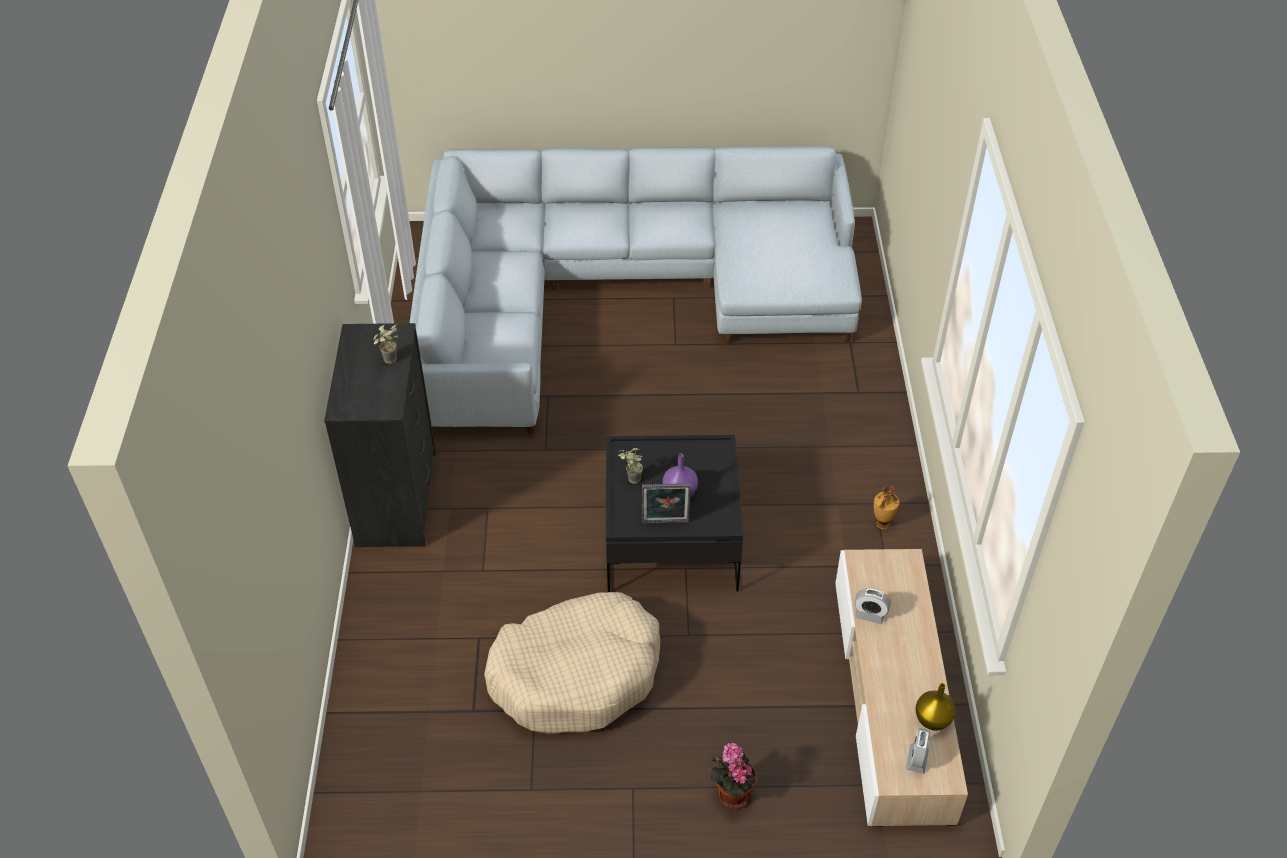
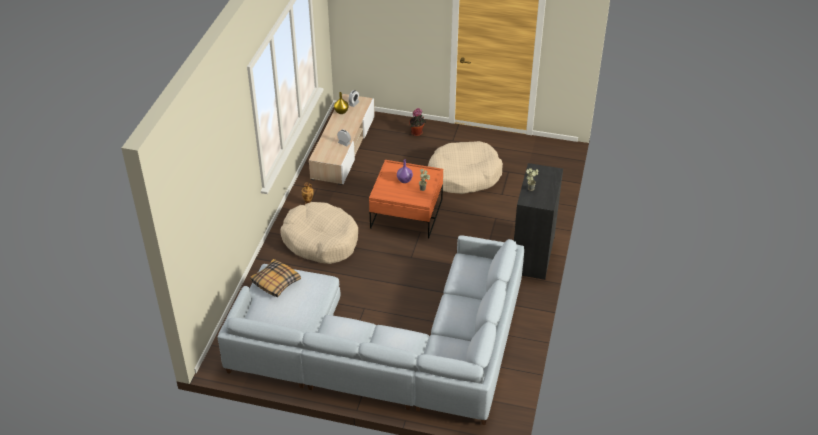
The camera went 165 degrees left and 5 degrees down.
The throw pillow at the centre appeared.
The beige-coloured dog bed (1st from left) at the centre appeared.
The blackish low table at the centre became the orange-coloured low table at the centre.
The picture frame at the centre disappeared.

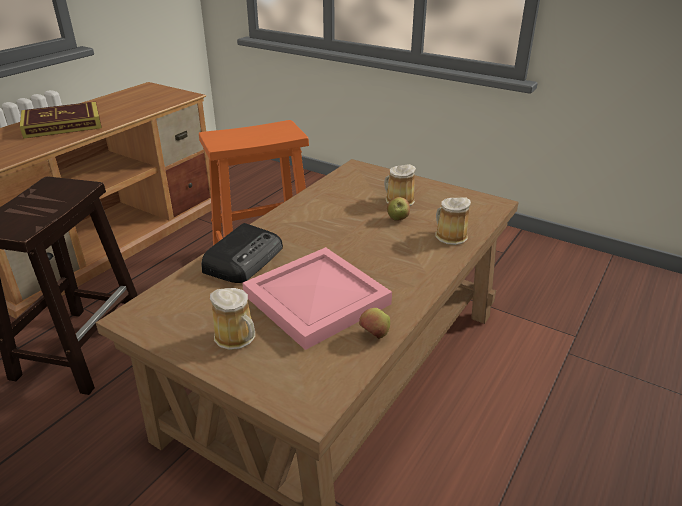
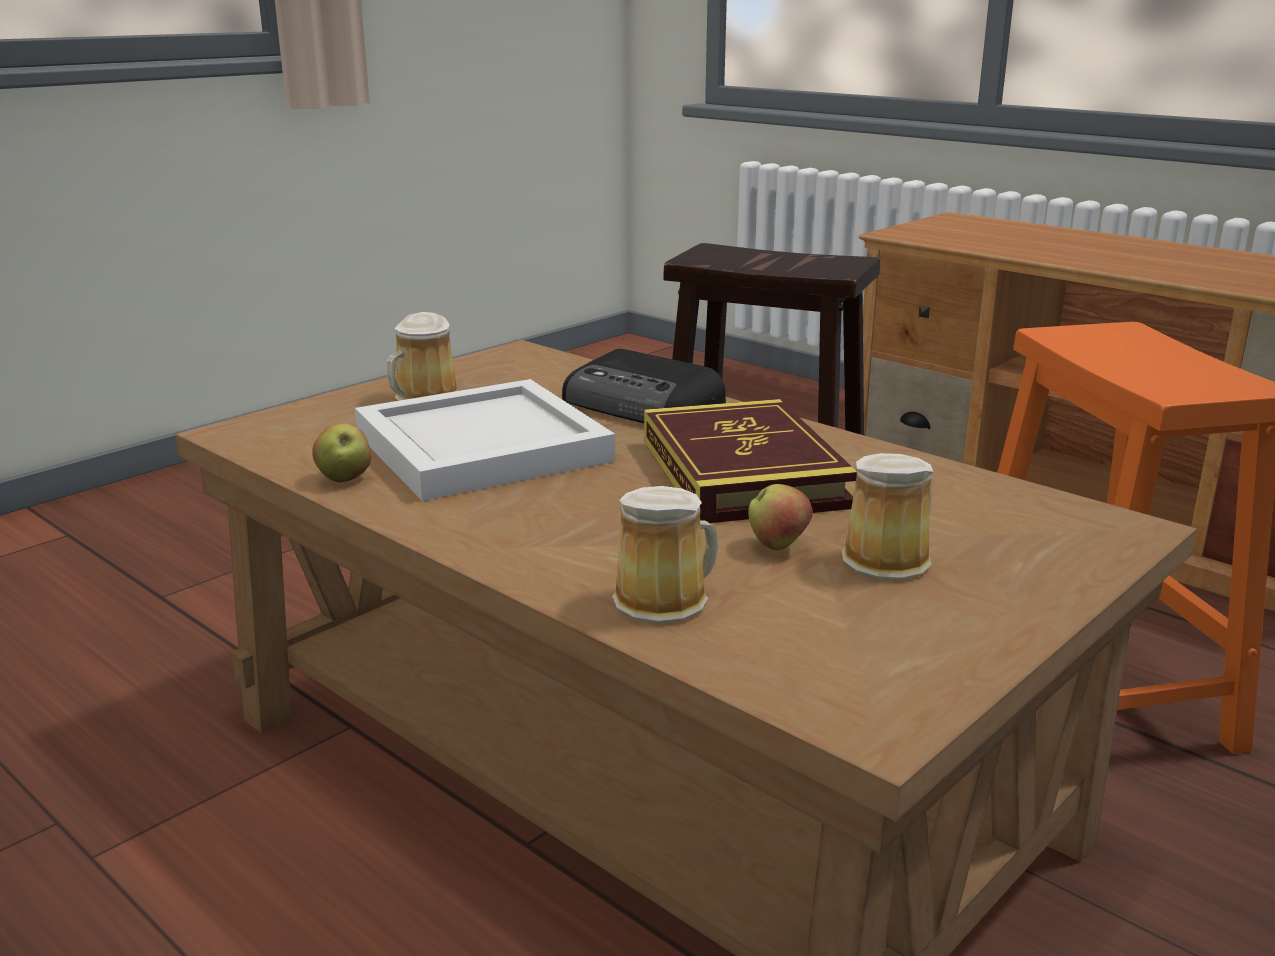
The camera went 100 degrees right and 10 degrees down.
The pink carrying tray at the centre became the white-coloured carrying tray at the centre.
The book moved from the top left to the centre.

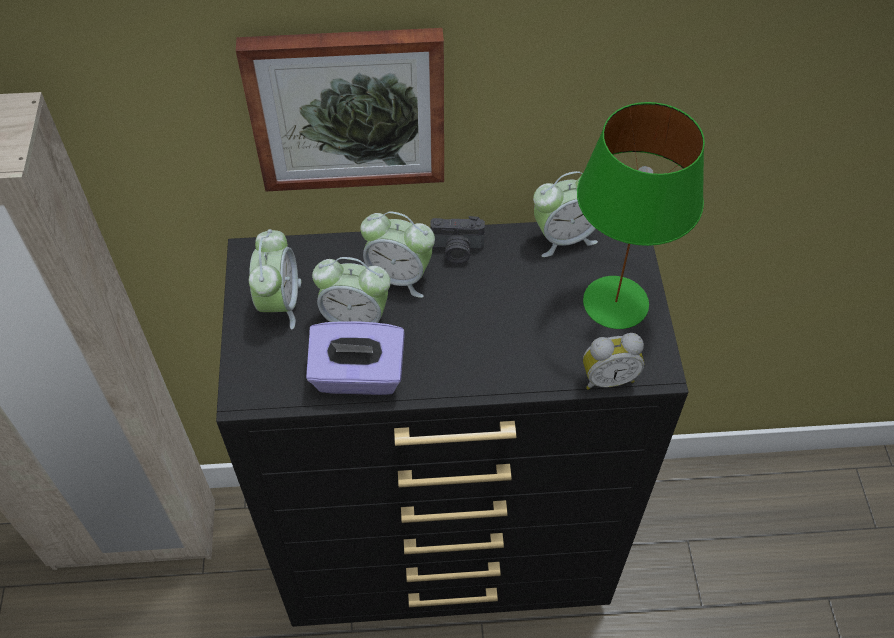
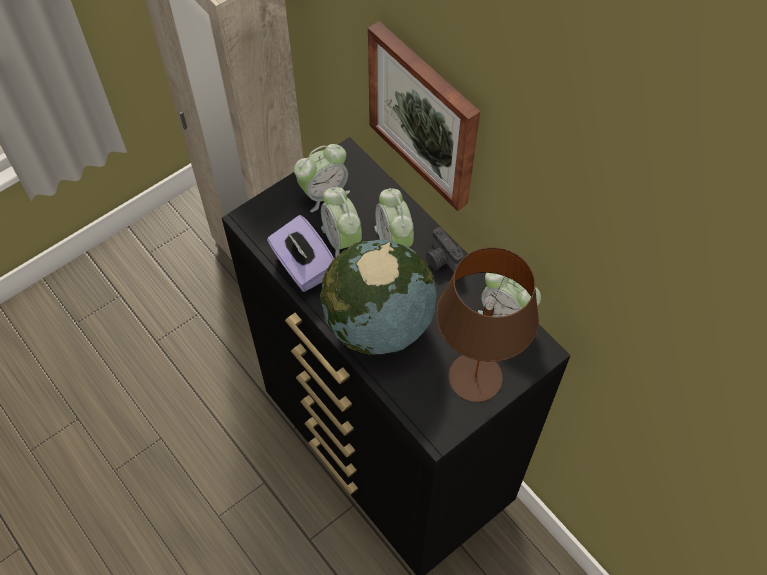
The camera went 55 degrees right and 5 degrees up.
The desk globe at the centre appeared.
The green table lamp at the middle right became the brown table lamp at the centre.
The bedside clock (5th from left) at the middle right disappeared.

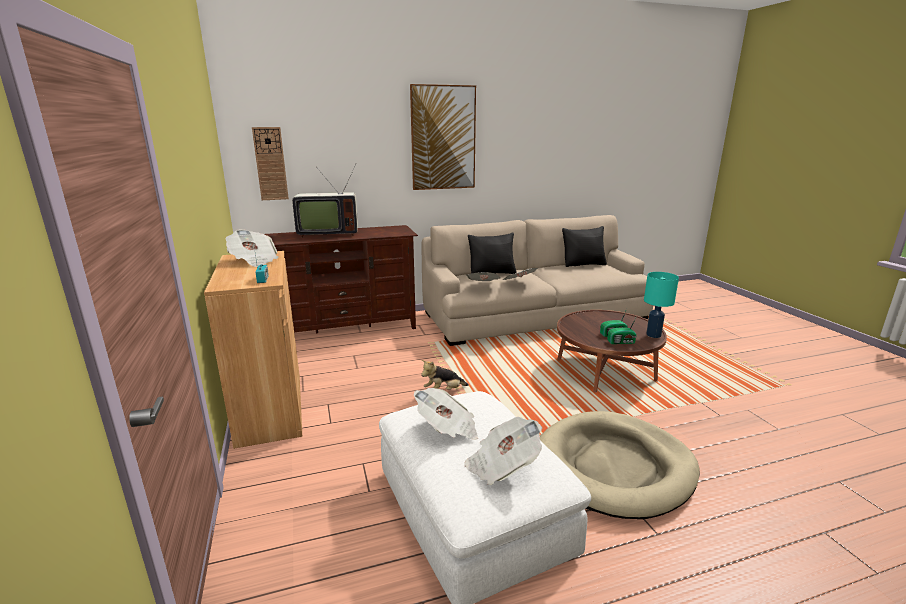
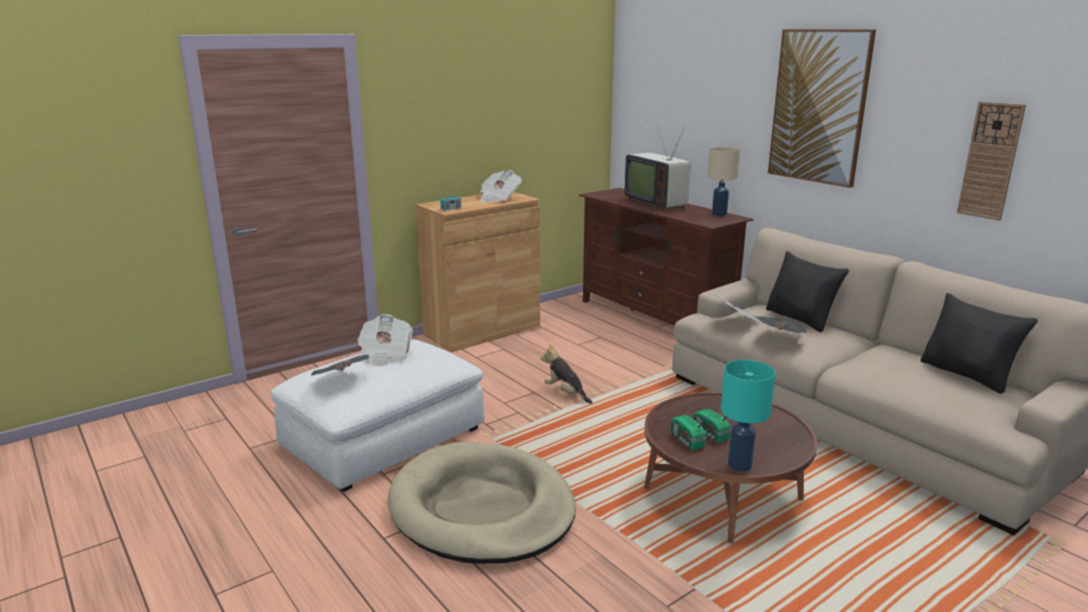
The camera went 70 degrees right and 0 degrees up.
The beige-coloured table lamp at the top centre appeared.
The hanging clock moved from the top left to the top right.

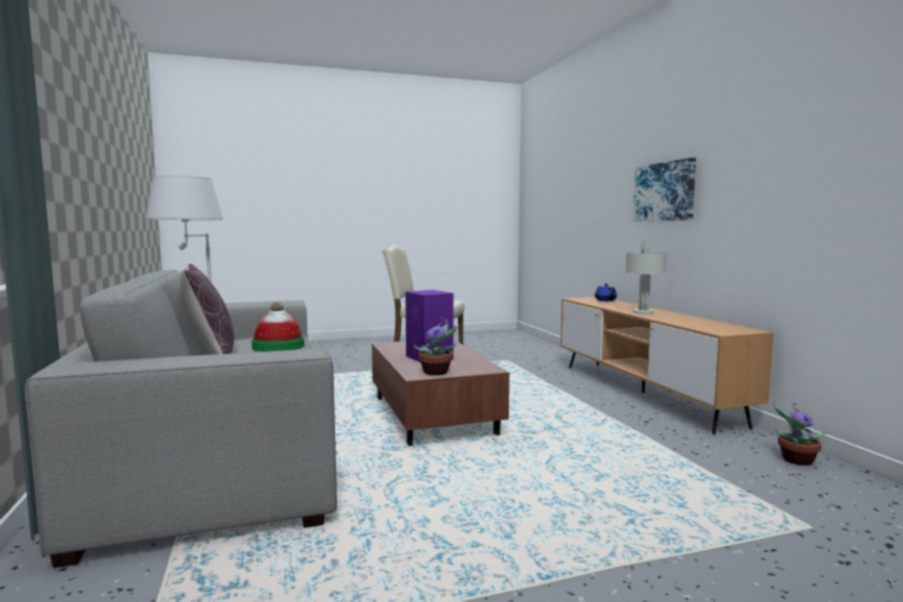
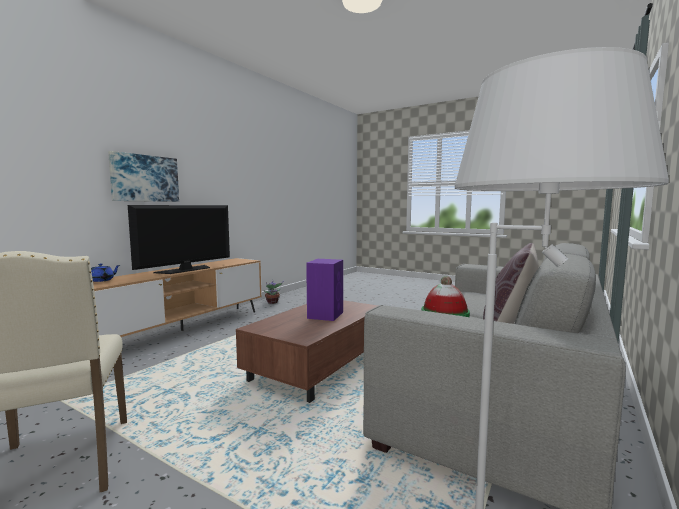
The camera went 130 degrees left and 0 degrees up.
The gray table lamp at the middle right was replaced by the television at the middle left.
The potted plant (1st from left) at the centre disappeared.

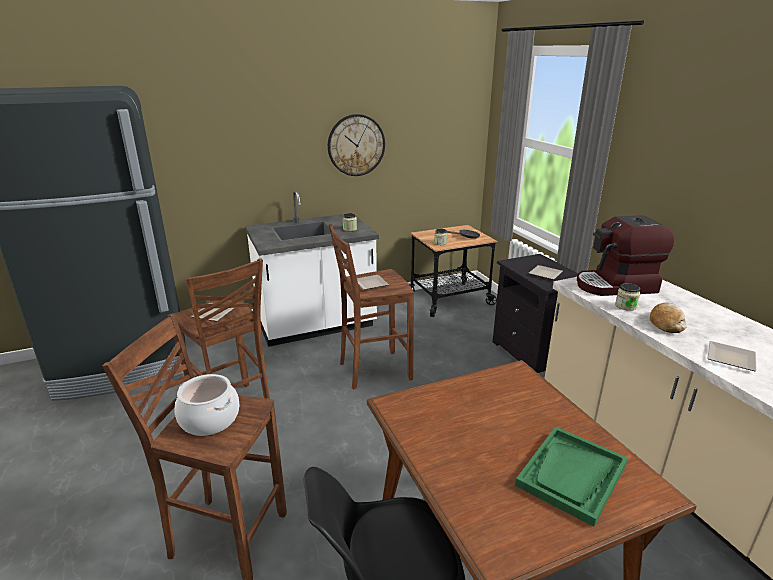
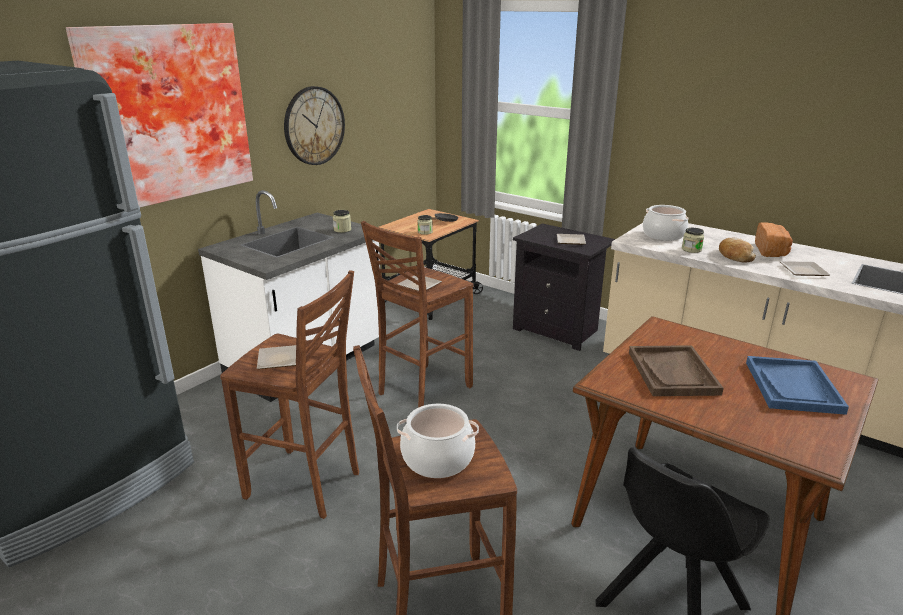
The camera went 30 degrees left and 0 degrees up.
The wall picture at the top left appeared.
The brown carrying tray at the middle right appeared.
The coffee maker at the middle right was replaced by the saucepot (2nd from left) at the middle right.
The green carrying tray at the bottom right became the blue-coloured carrying tray at the middle right.
The bakery bread (2nd from left) at the middle right appeared.

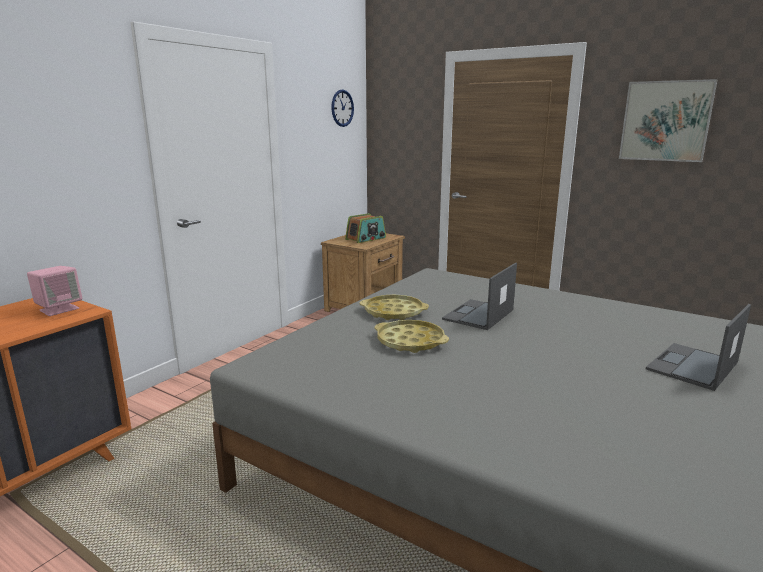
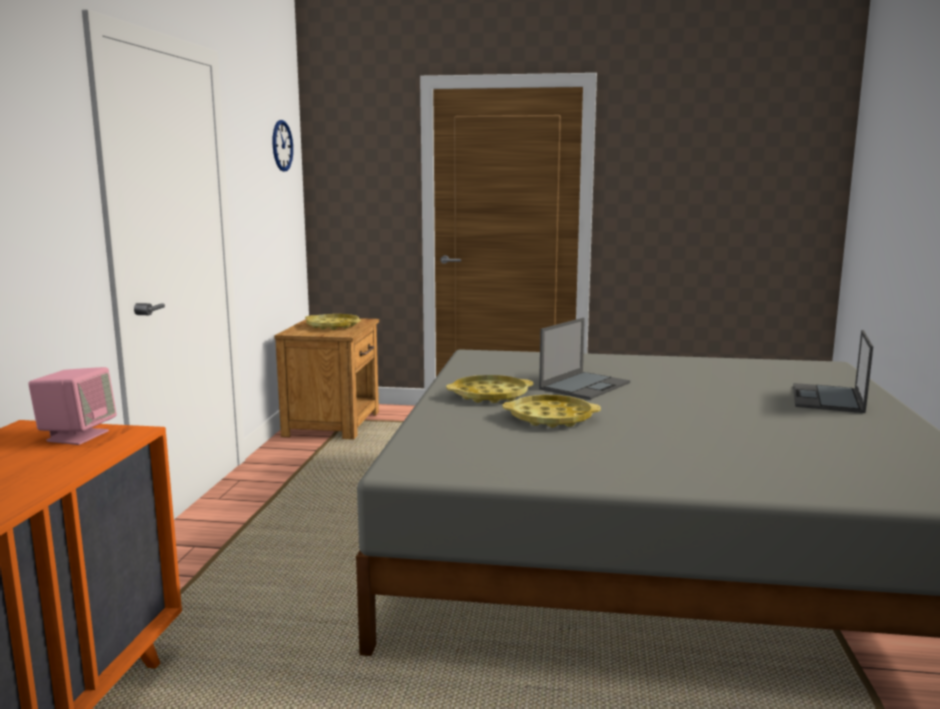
The camera went 25 degrees left and 5 degrees down.
The radio set at the centre was replaced by the yellow-coloured carrying tray (1st from left) at the centre.
The laptop (1st from left) at the centre turned 150 degrees counterclockwise.
The wall picture at the top right disappeared.

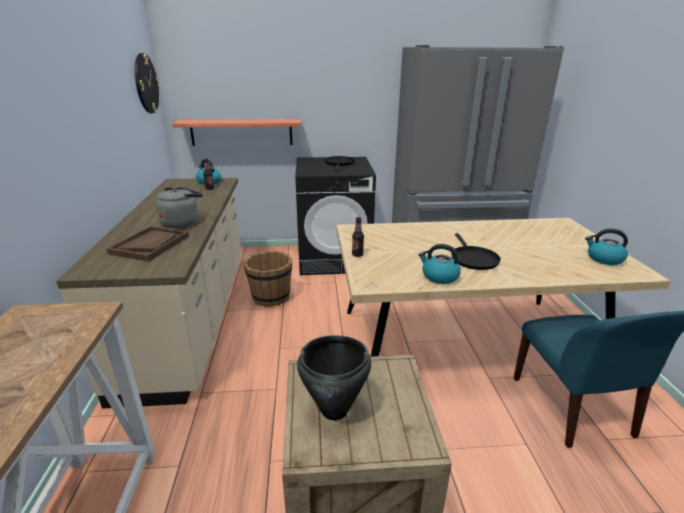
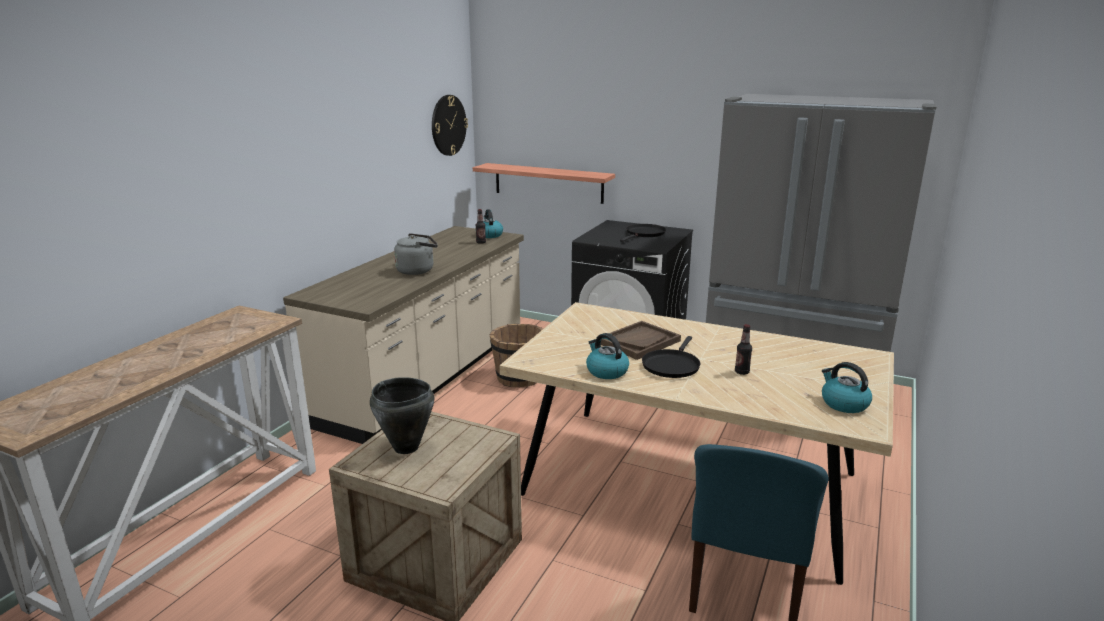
The camera went 30 degrees right and 5 degrees down.
The brown carrying tray moved from the middle left to the centre.
The beverage bottle (2nd from left) moved from the centre to the middle right.

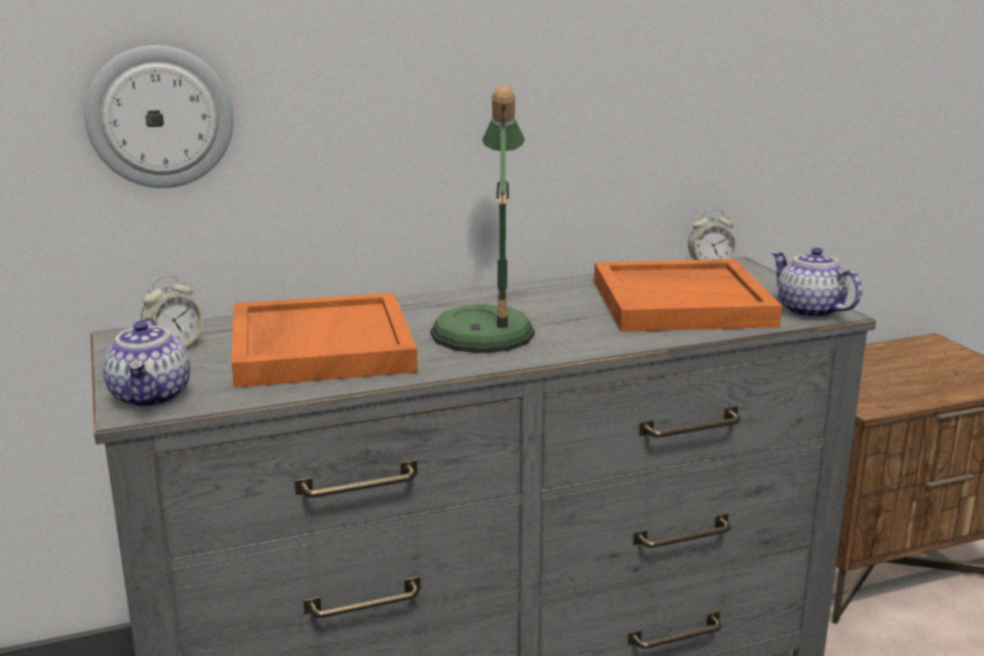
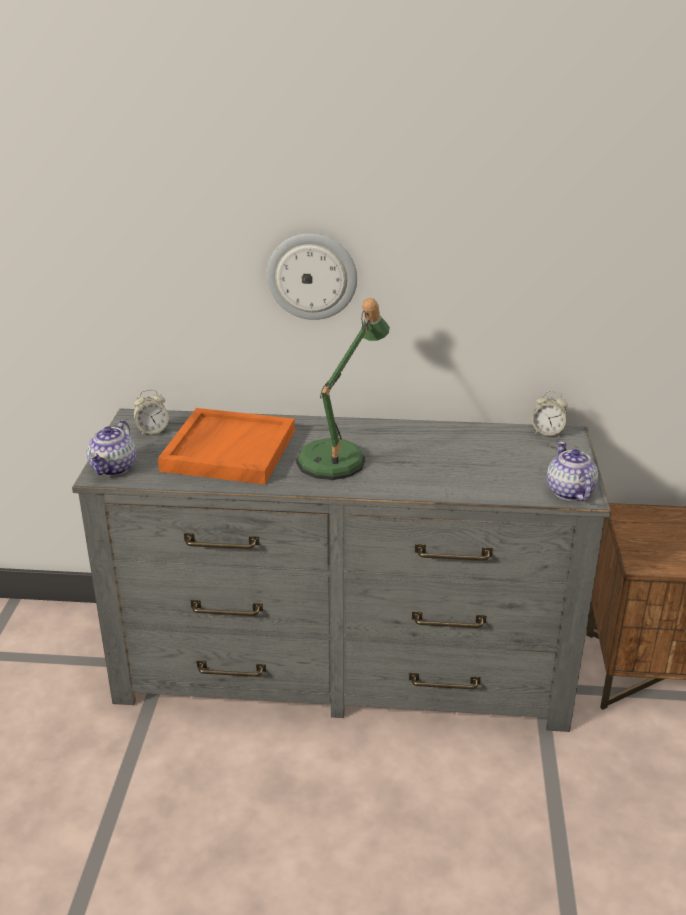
The camera went 25 degrees right and 10 degrees up.
The hanging clock moved from the top left to the top centre.
The orange-coloured carrying tray (2nd from left) at the middle right disappeared.

